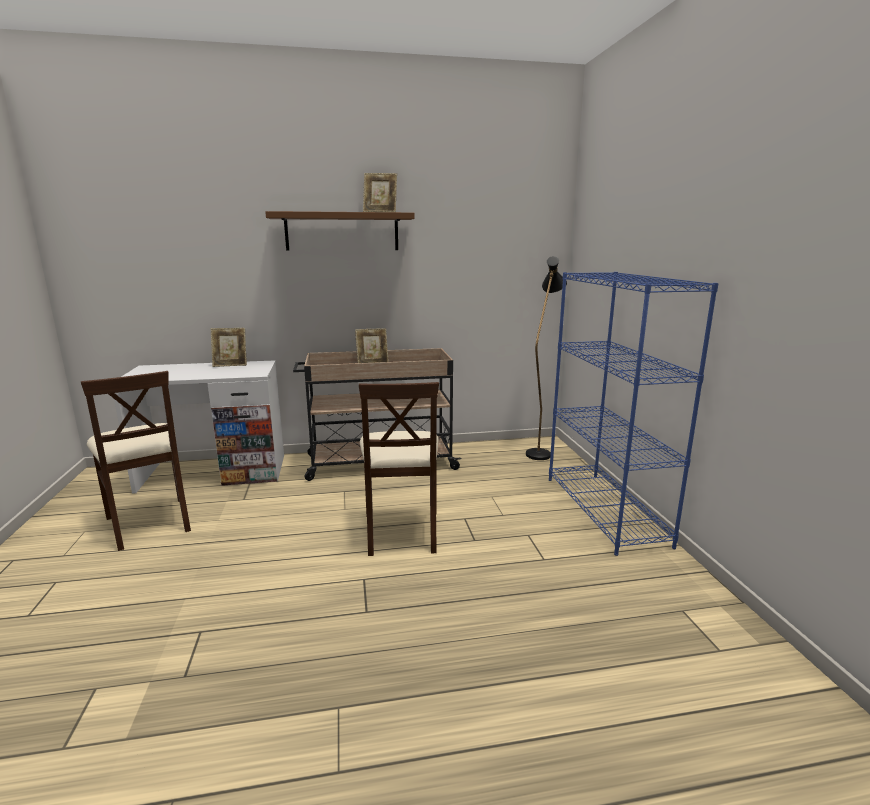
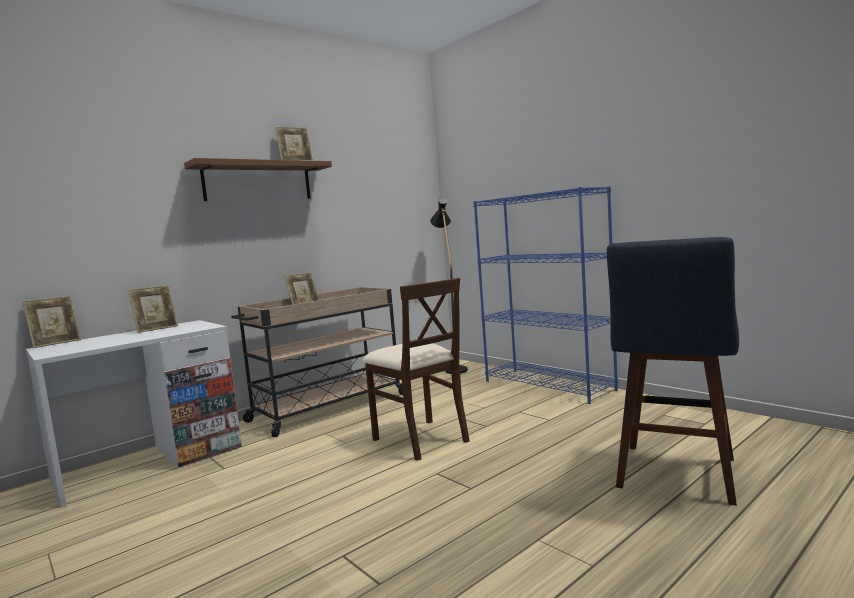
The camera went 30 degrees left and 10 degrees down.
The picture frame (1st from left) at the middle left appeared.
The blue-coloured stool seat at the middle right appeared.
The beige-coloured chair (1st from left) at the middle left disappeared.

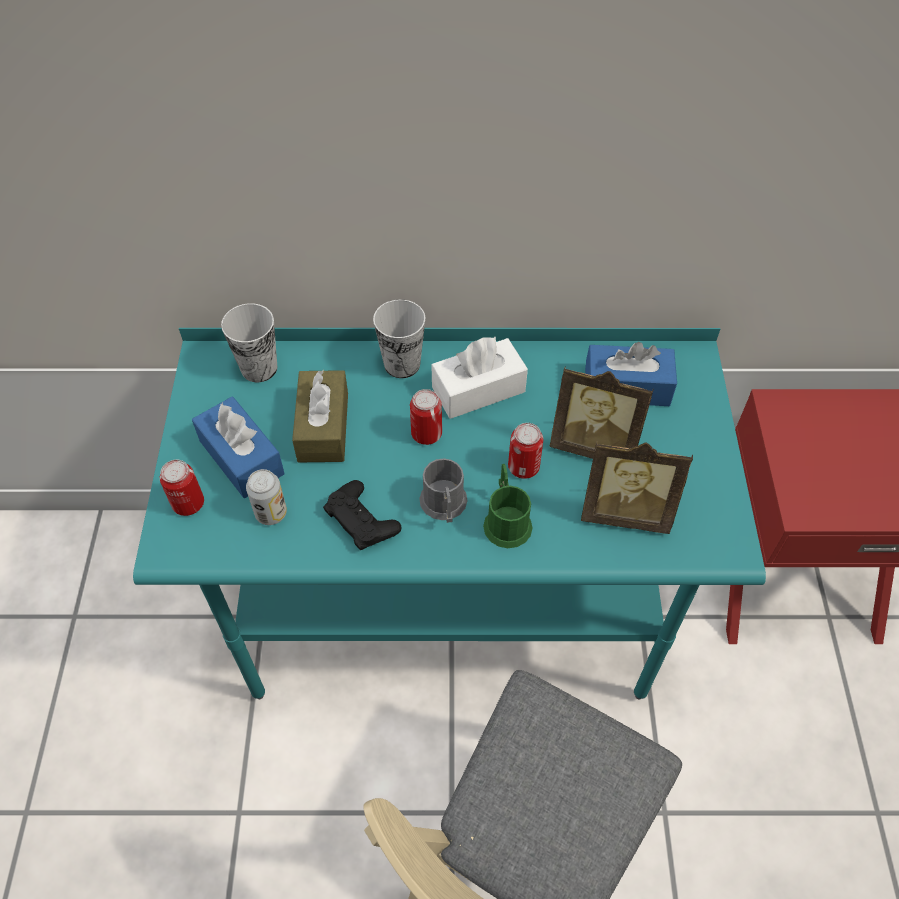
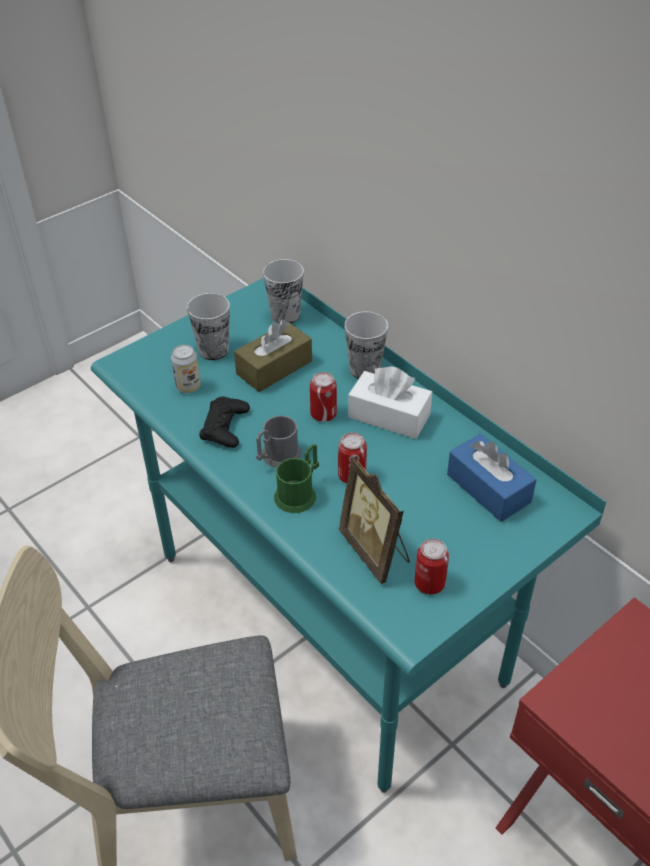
The camera went 50 degrees right and 10 degrees down.
The blue-coloured tissue holder (1st from left) at the middle left was replaced by the drinking cup (1st from left) at the middle left.
The metal can (1st from left in the first image) moved from the middle left to the centre.
The picture frame (1st from left) at the middle right disappeared.

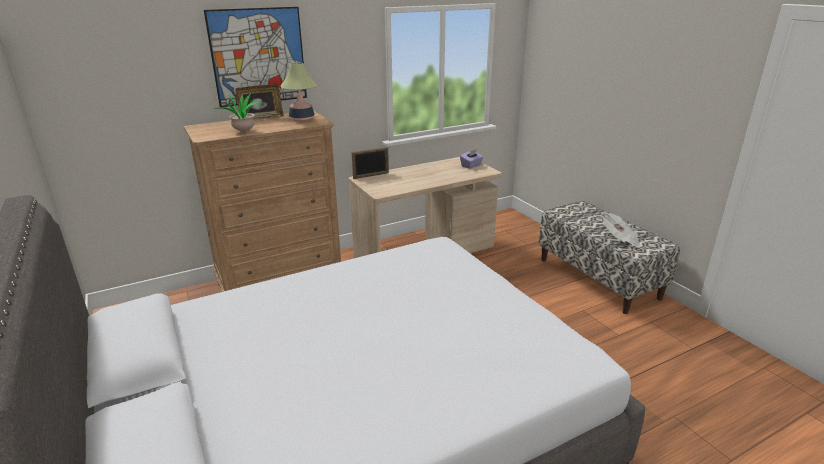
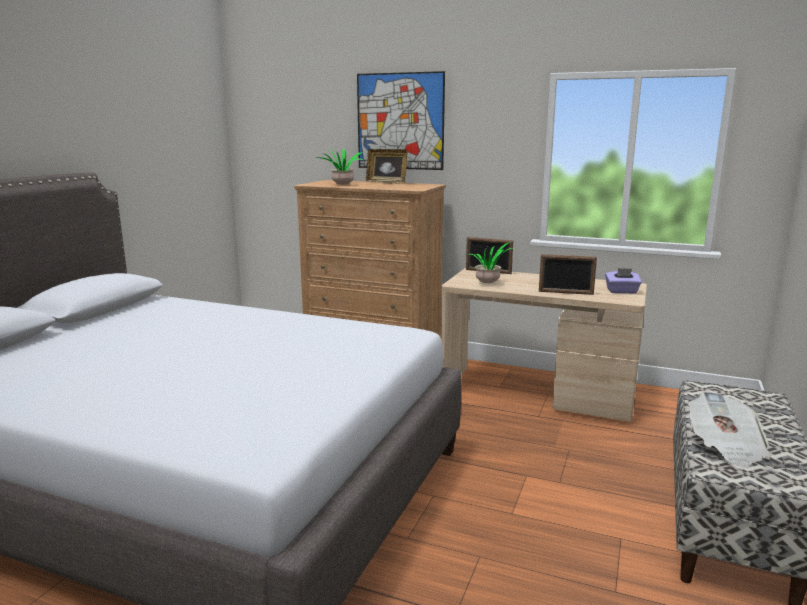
The camera went 50 degrees right and 10 degrees down.
The potted plant (2nd from left) at the centre appeared.
The picture frame (3rd from left) at the middle right appeared.
The table lamp at the top centre disappeared.

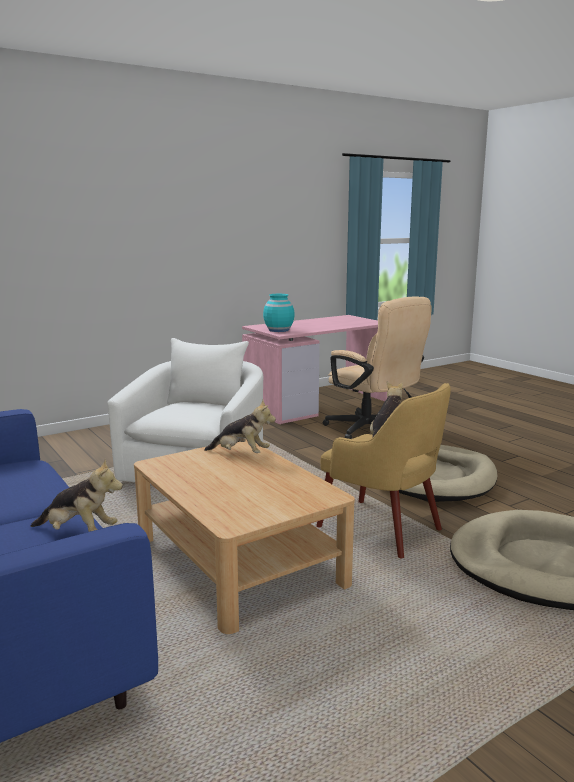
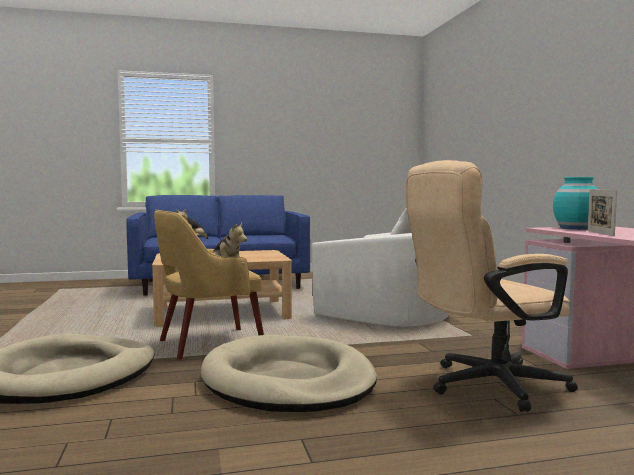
The camera went 110 degrees right and 10 degrees down.
The picture frame at the middle right appeared.
The soft toy (2nd from left) at the centre disappeared.

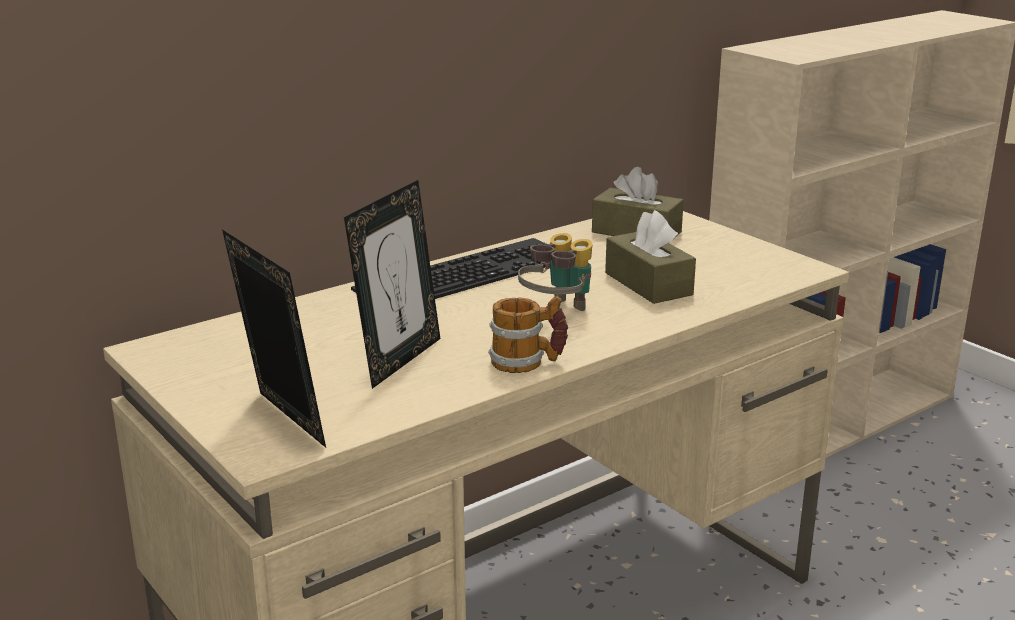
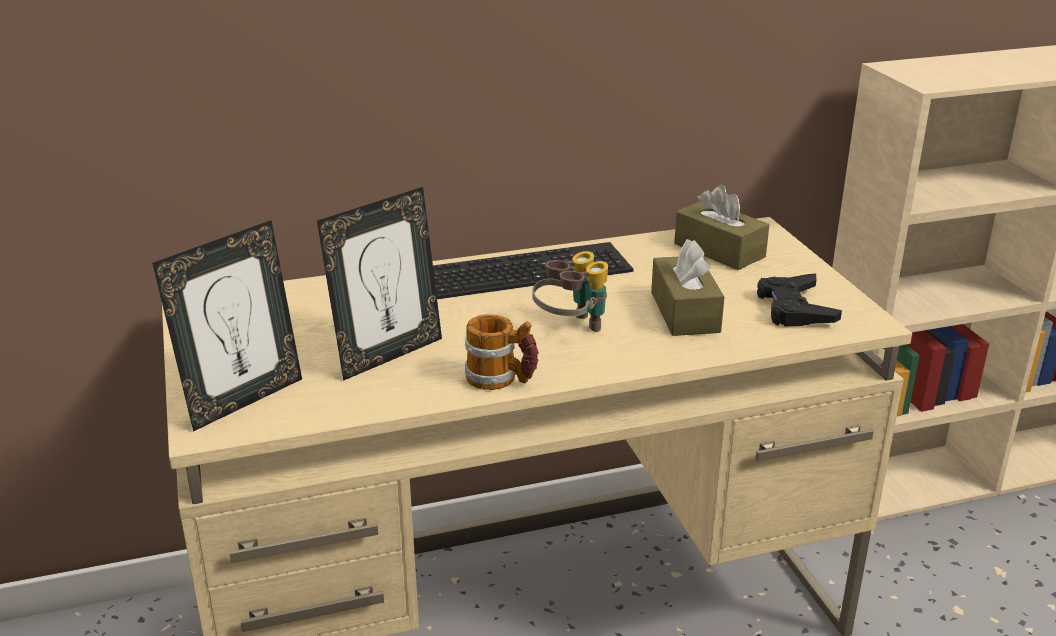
The camera went 20 degrees right and 5 degrees up.
The picture frame (1st from left) at the middle left turned 60 degrees clockwise.
The blackish game controller at the middle right appeared.

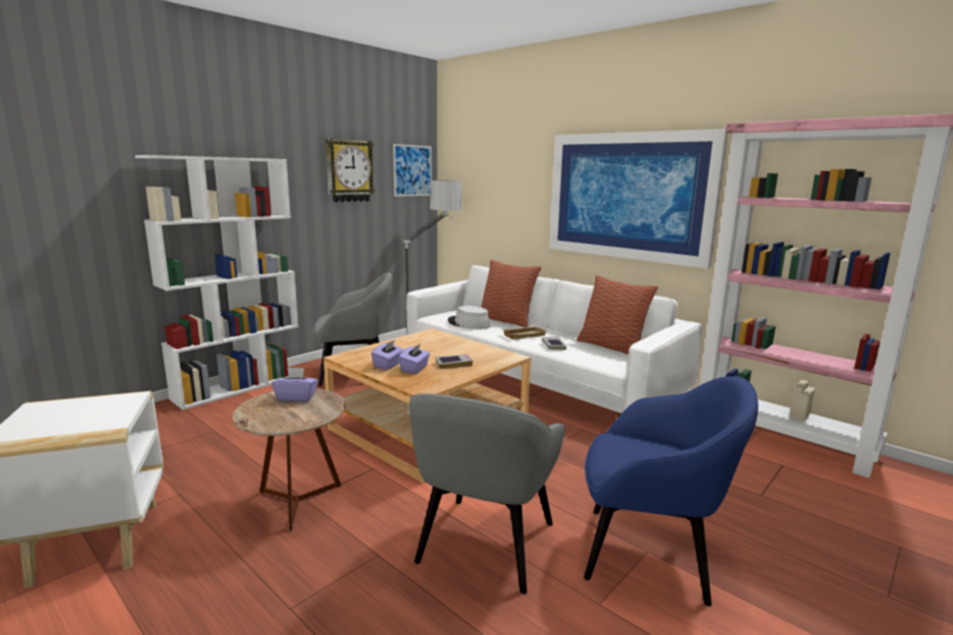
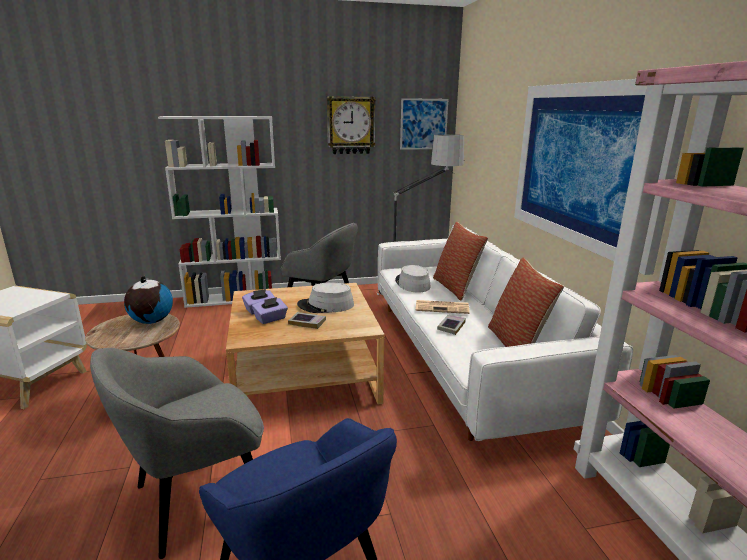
The camera went 35 degrees right and 5 degrees up.
The purple tissue holder (1st from left) at the middle left was replaced by the desk globe at the middle left.
The gray hat (1st from left) at the centre appeared.
The beige-coloured carrying tray at the centre was replaced by the newspaper at the centre.

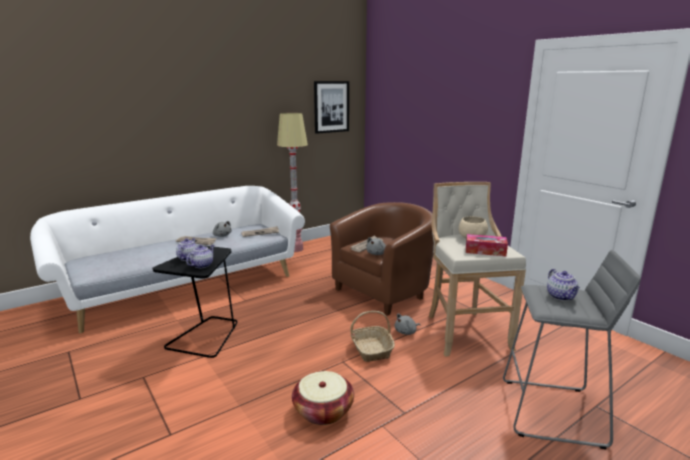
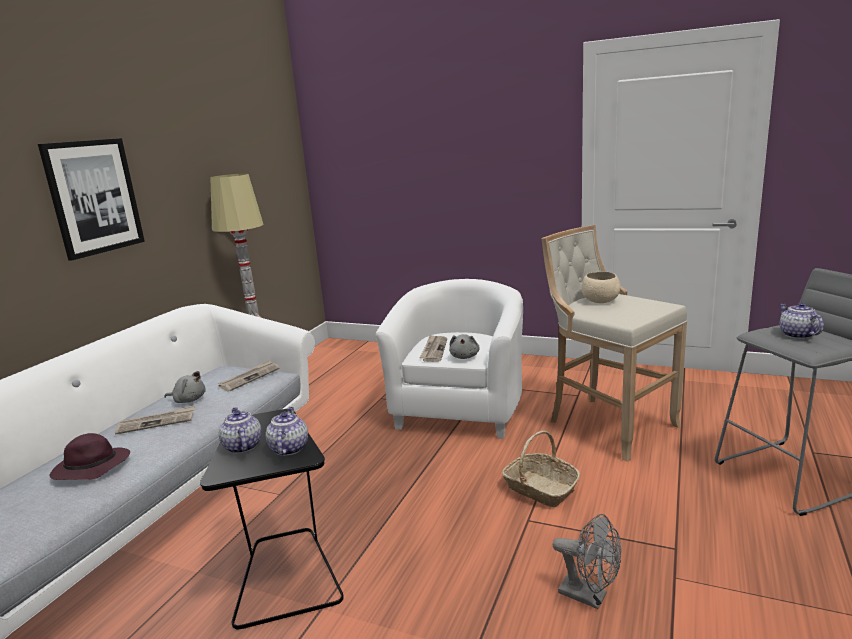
The camera went 30 degrees left and 0 degrees up.
The wall picture moved from the top centre to the top left.
The purple hat at the bottom left appeared.
The brown easy chair at the centre became the white-coloured easy chair at the centre.
The storage basket (1st from left) at the bottom centre was replaced by the gray cooling fan at the bottom right.
The teapot (3rd from left) at the middle right turned 150 degrees counterclockwise.
The gray soft toy (3rd from left) at the bottom centre disappeared.
The tissue holder at the middle right disappeared.

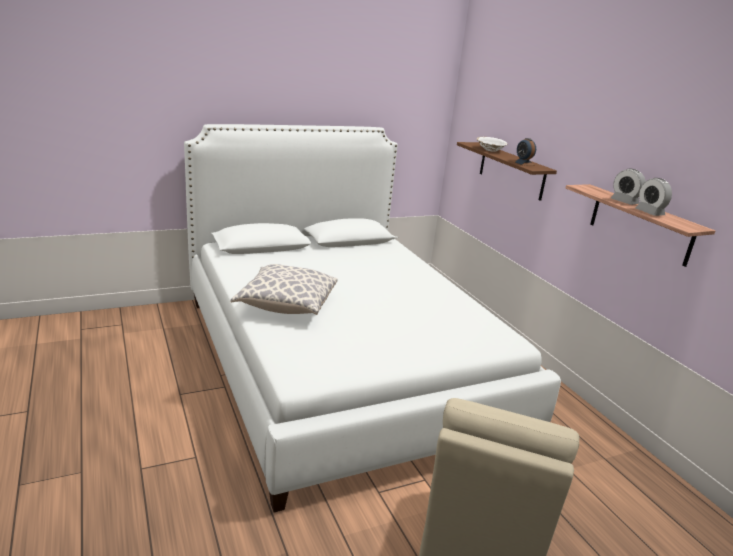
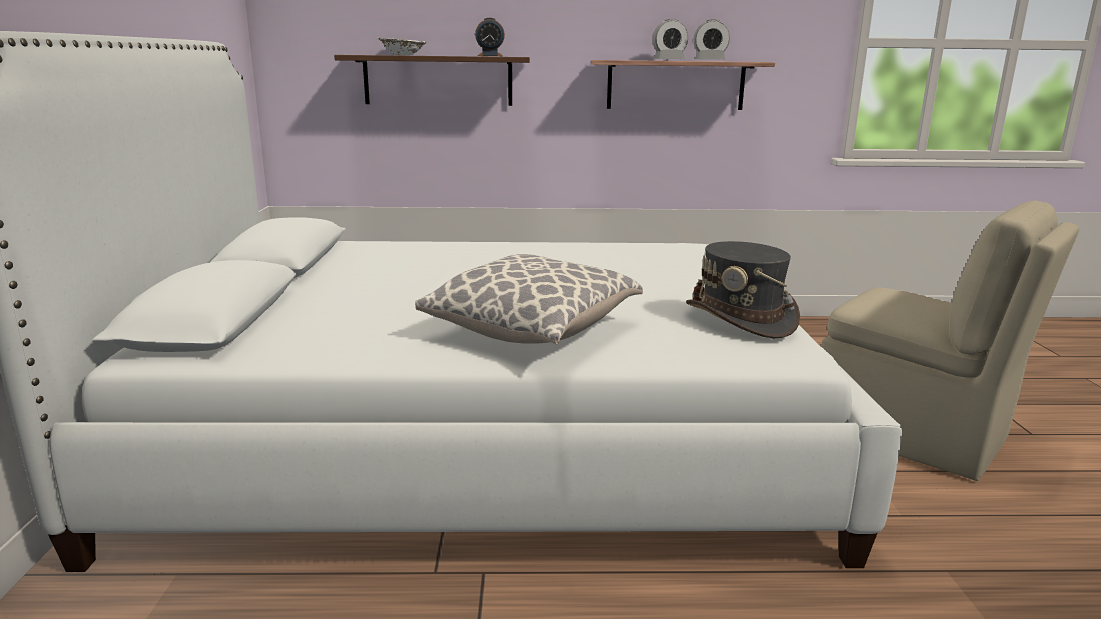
The camera went 65 degrees left and 5 degrees down.
The gray hat at the middle right appeared.

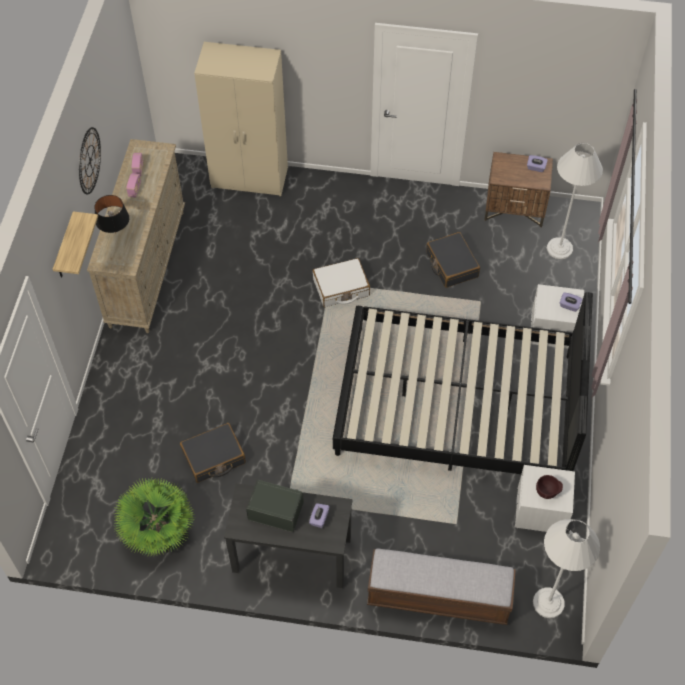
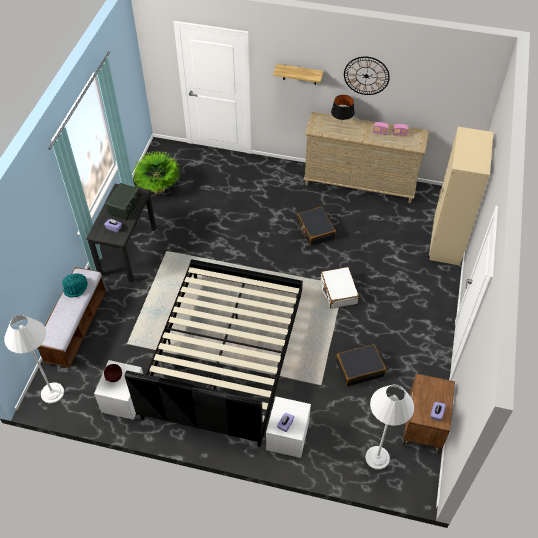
The camera went 95 degrees right and 5 degrees down.
The turquoise hat at the middle left appeared.
The blackish suitcase (1st from left) moved from the middle left to the centre.

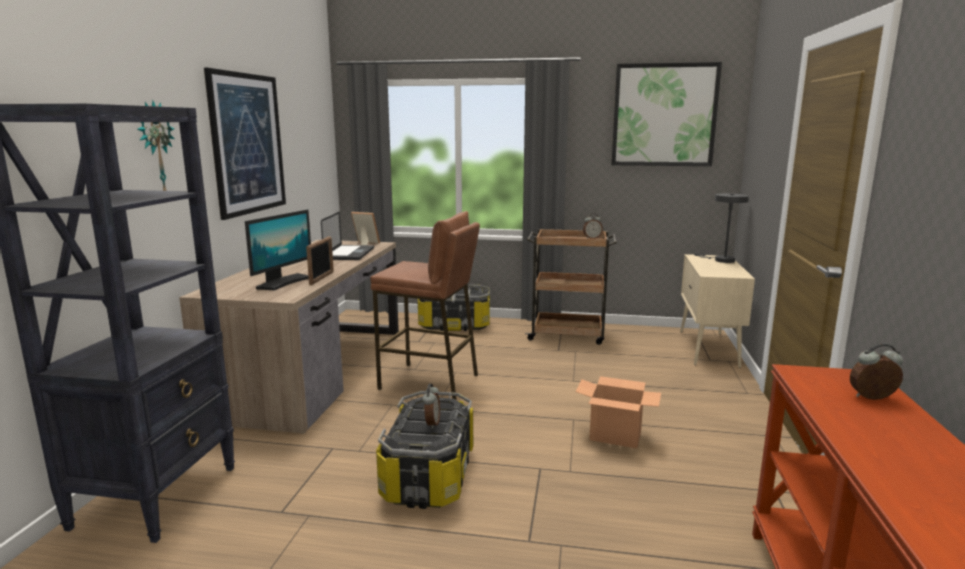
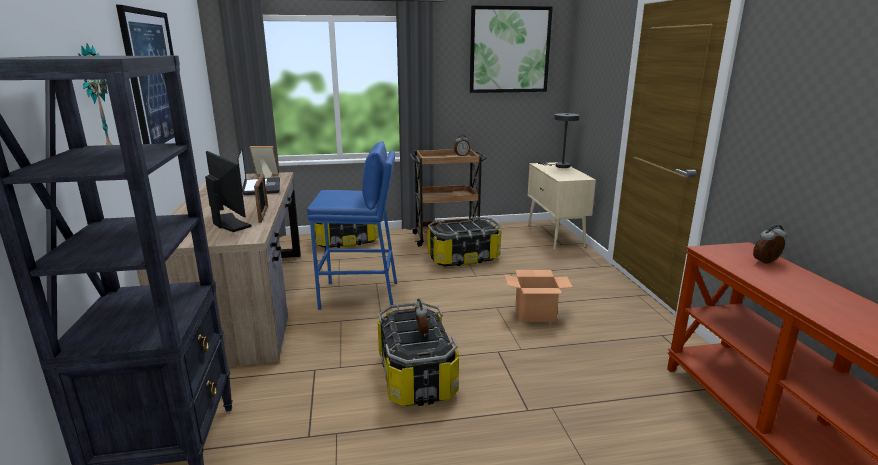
The camera went 20 degrees left and 5 degrees up.
The computer screen at the middle left turned 45 degrees counterclockwise.
The brown stool seat at the centre became the blue-coloured stool seat at the centre.
The storage box (3rd from left) at the centre appeared.

